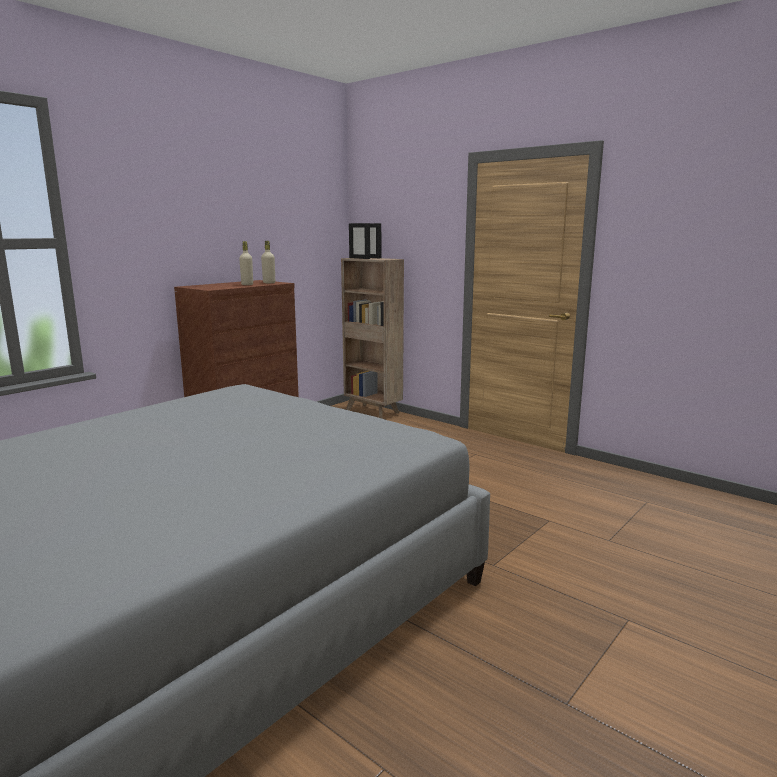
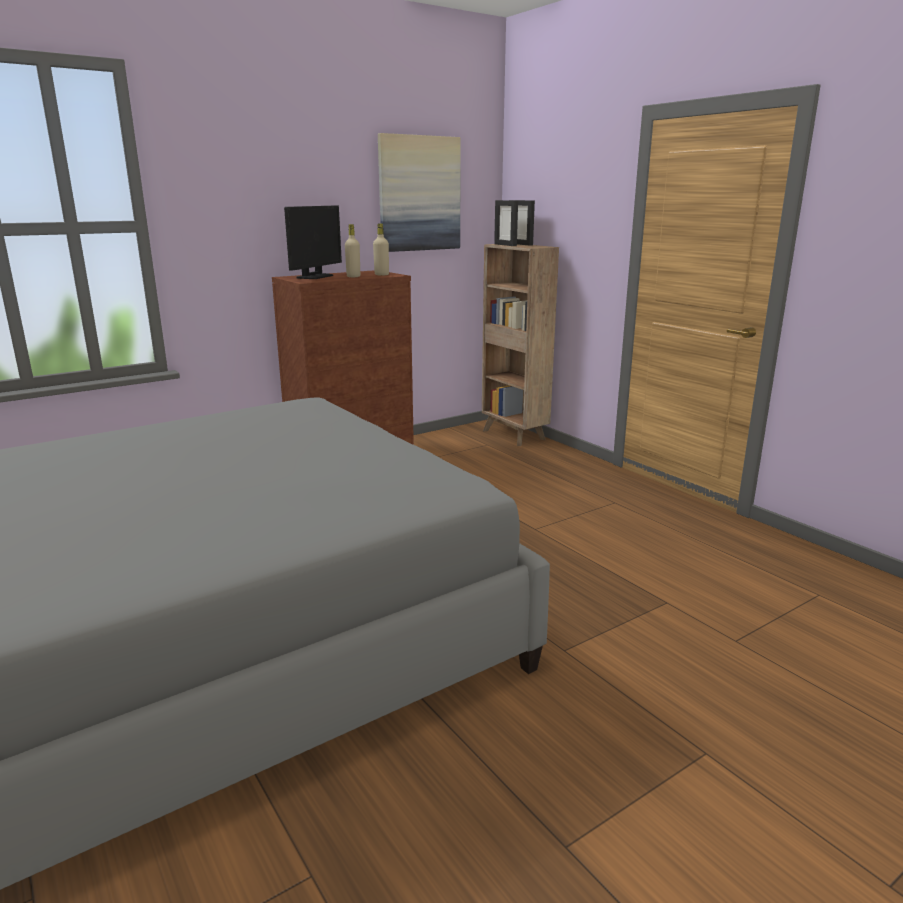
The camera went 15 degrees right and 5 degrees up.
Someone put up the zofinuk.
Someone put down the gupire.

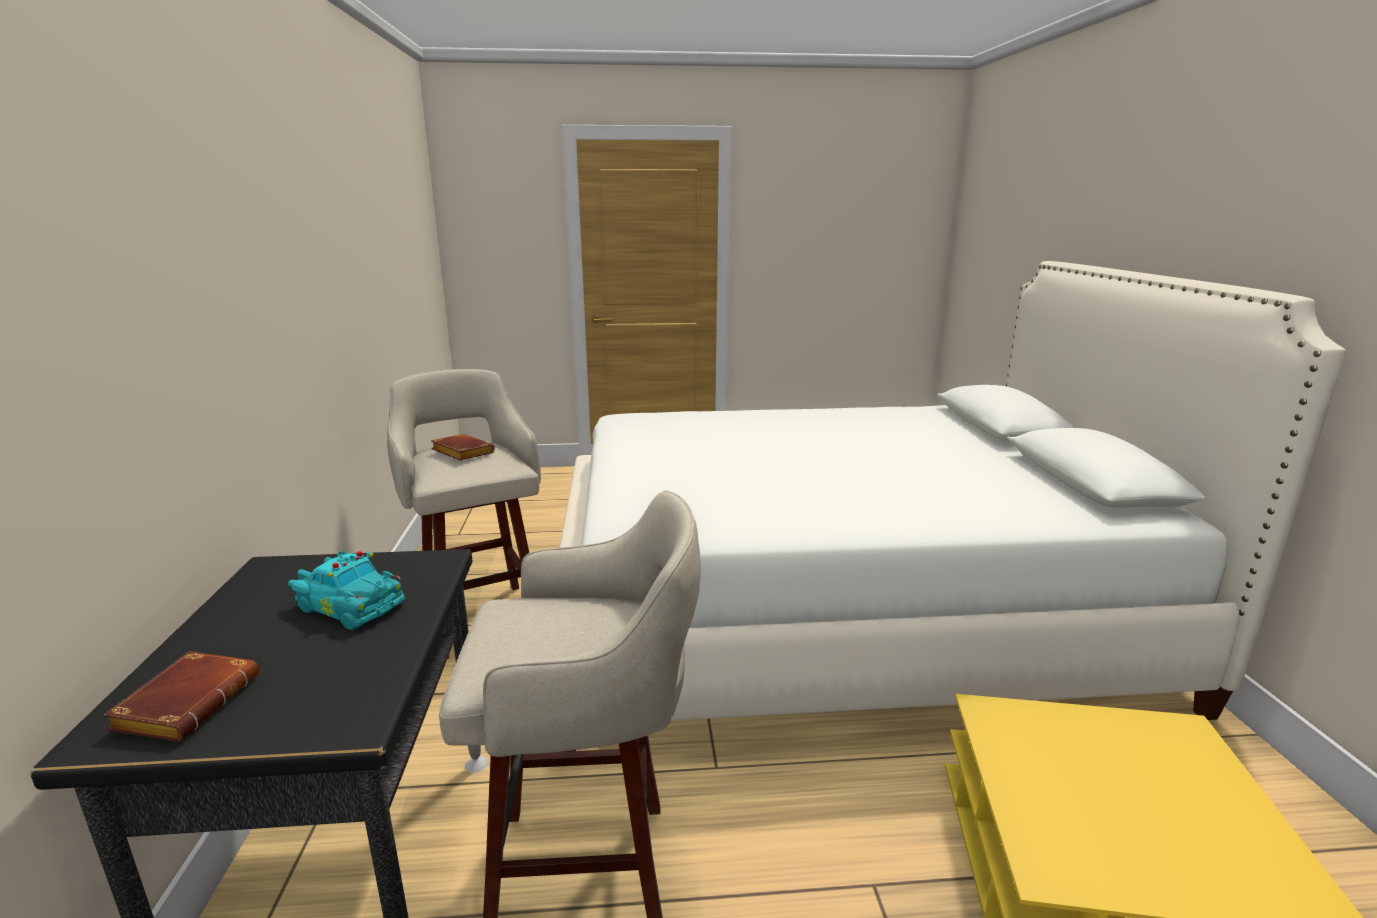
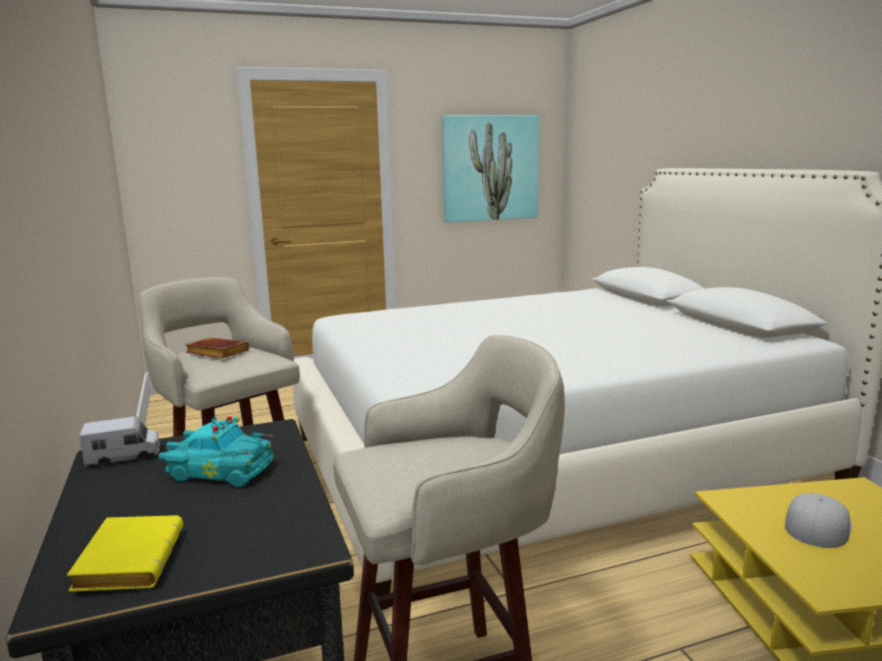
The camera went 15 degrees left and 5 degrees down.
Someone repainted the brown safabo (1st from left), which became the yellow safabo.
Someone put up the zofinuk.
Someone put down the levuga.
Someone put down the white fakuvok.

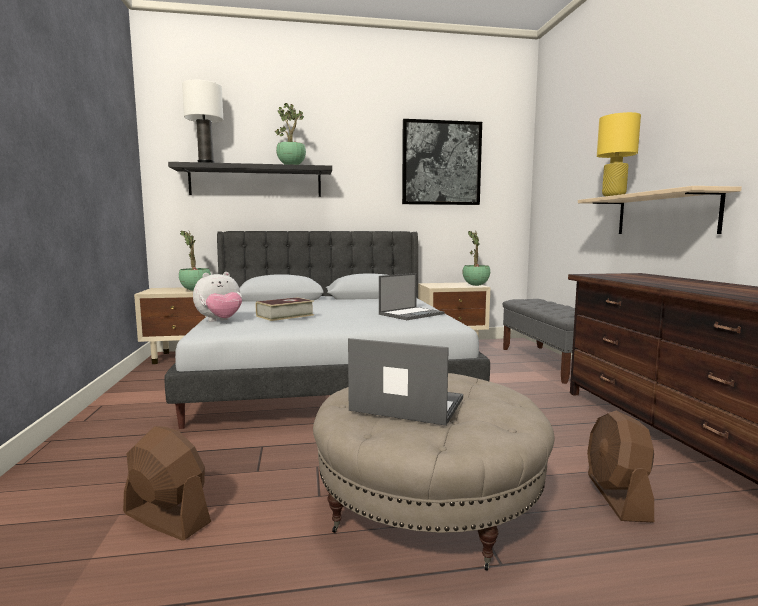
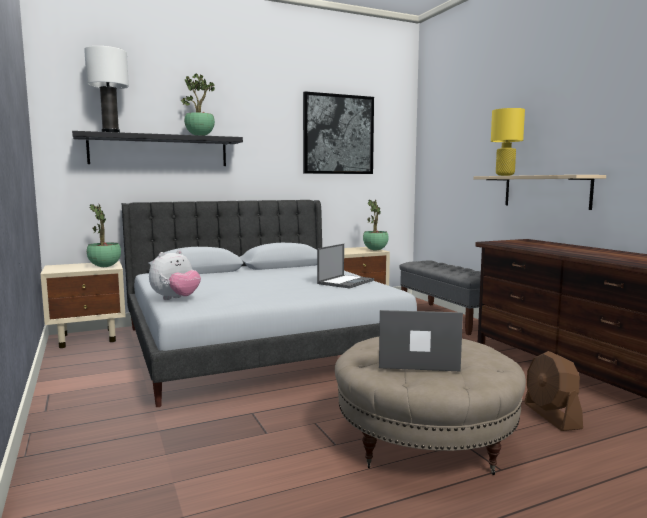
The camera went 15 degrees left and 0 degrees up.
Someone took away the safabo.
Someone took away the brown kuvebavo (1st from left).

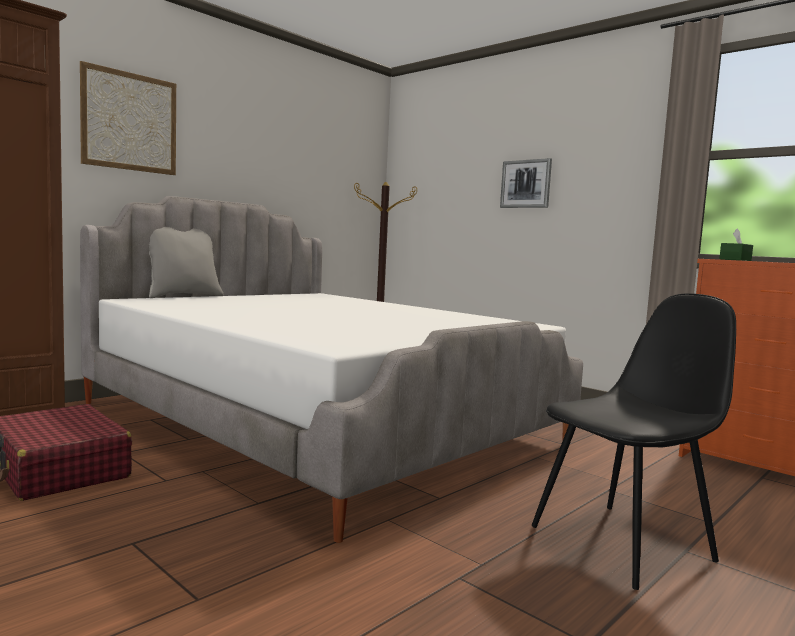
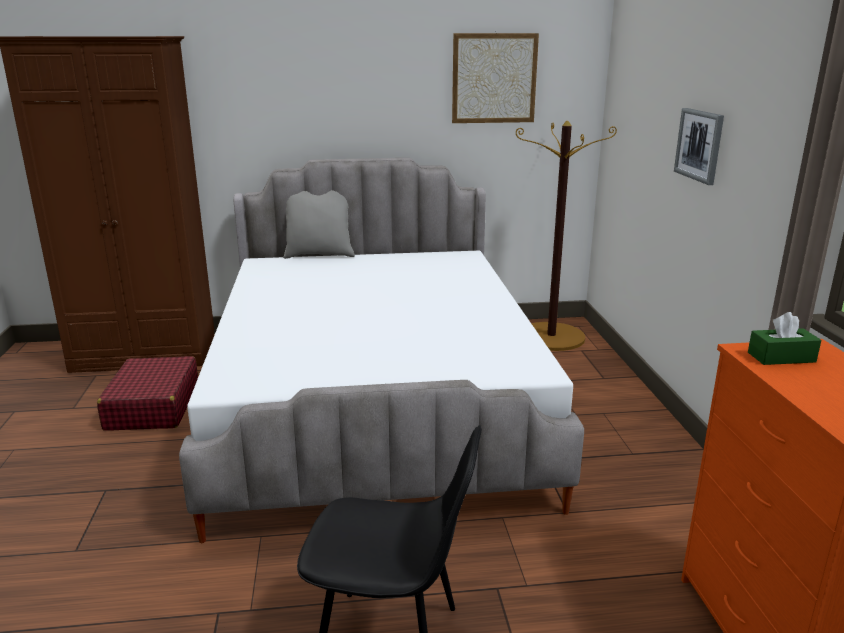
The camera went 40 degrees right and 15 degrees up.
Someone carried the zofinuk (1st from left).

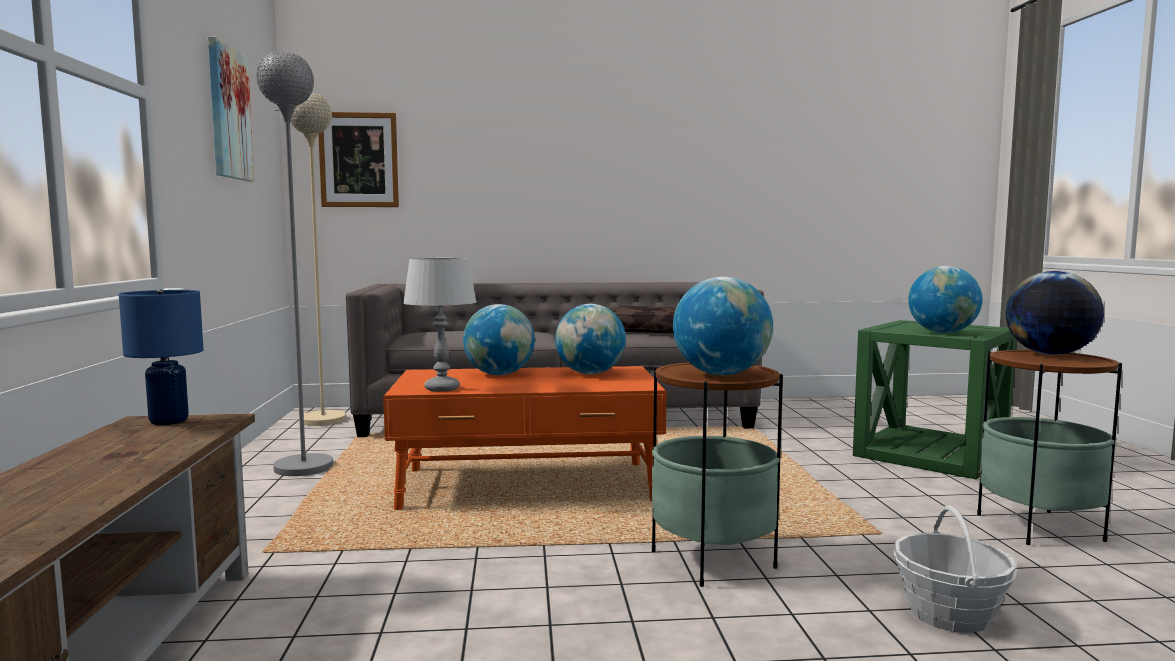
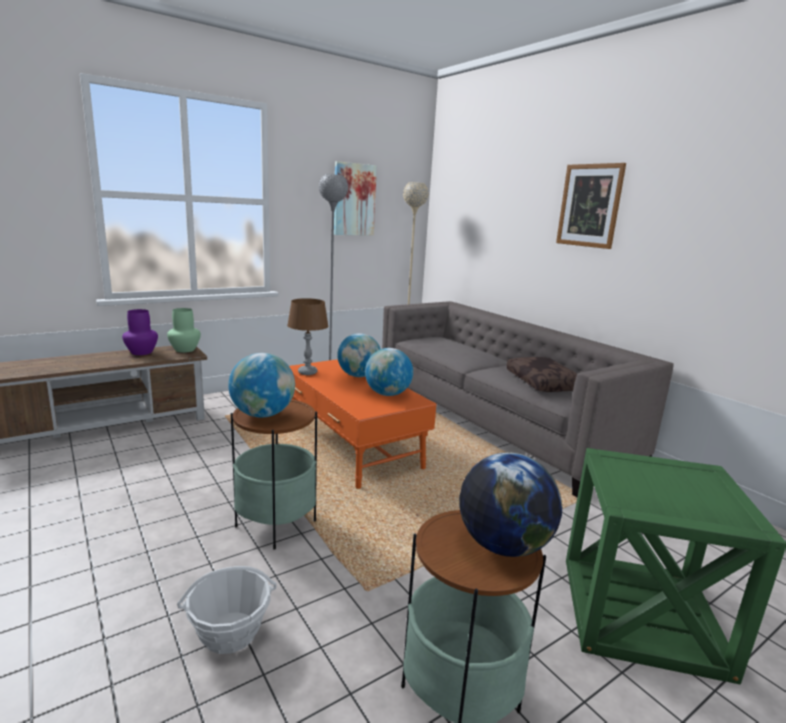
The camera went 60 degrees right and 10 degrees up.
Someone carried the zofinuk (2nd from left).
Someone repainted the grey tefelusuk, which became the brown tefelusuk.
Someone took away the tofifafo (4th from left).
Someone swapped the blue tefelusuk for the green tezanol.
Someone put down the purple tezanol.

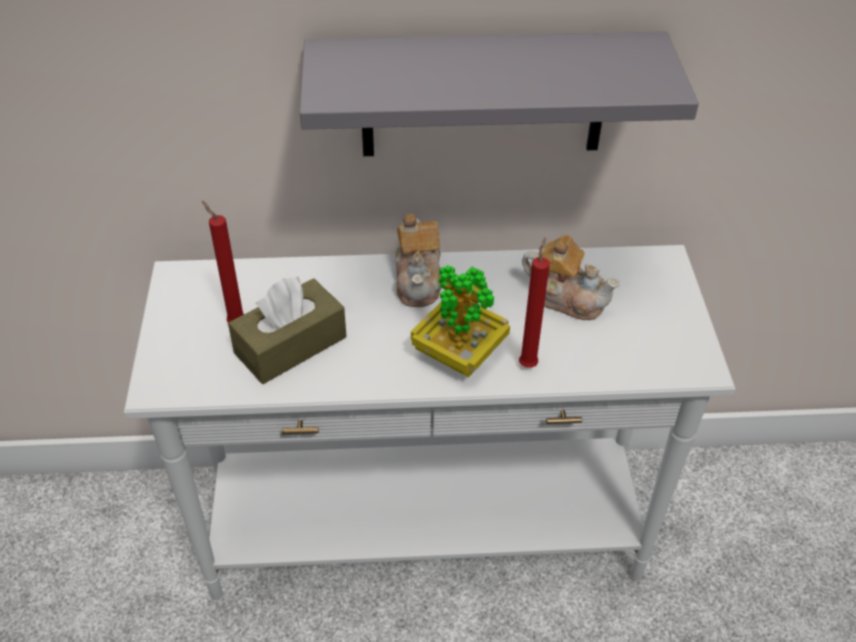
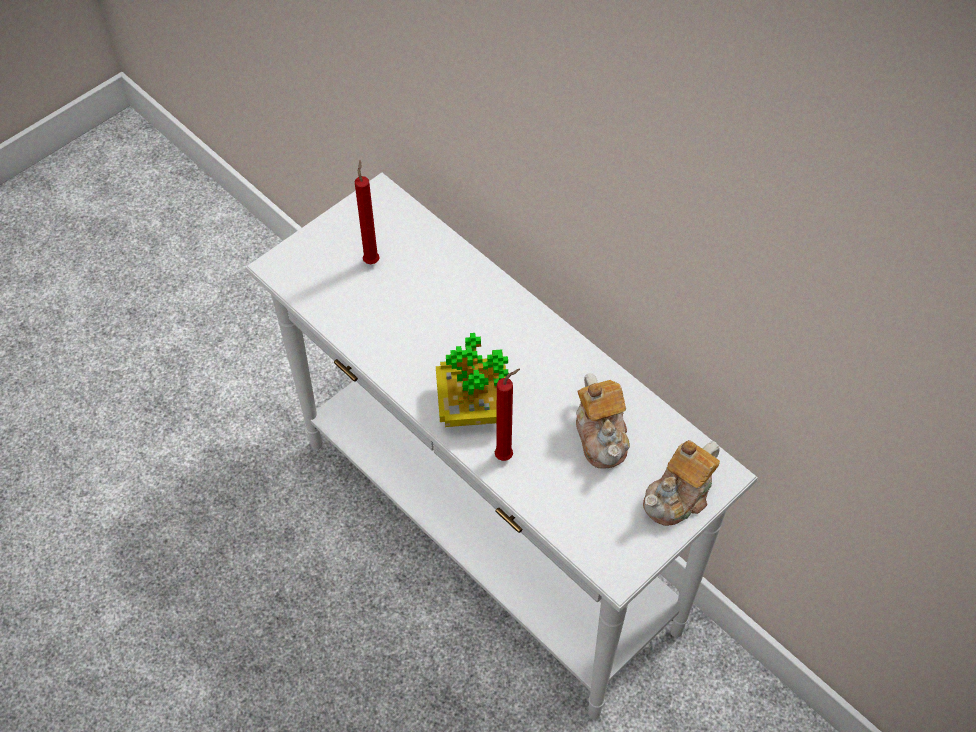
The camera went 50 degrees right and 10 degrees up.
Someone took away the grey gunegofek.
Someone carried the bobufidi (1st from left in the first image).
Someone took away the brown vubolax.

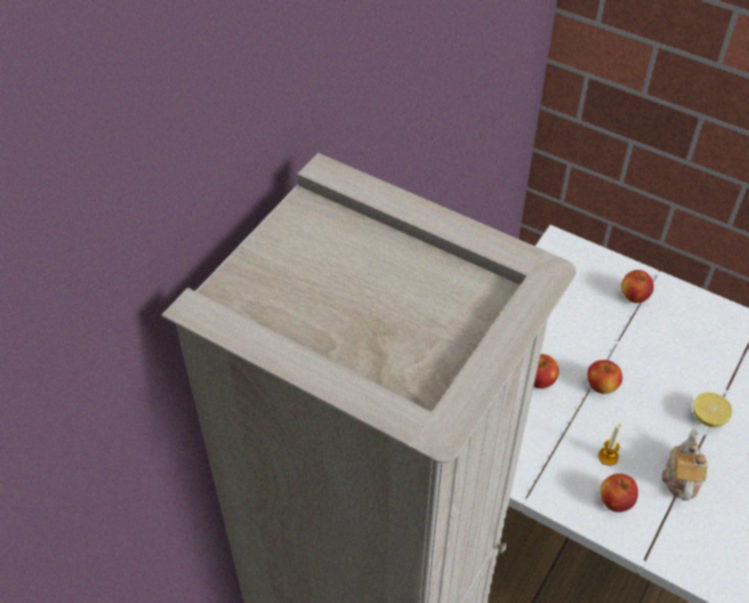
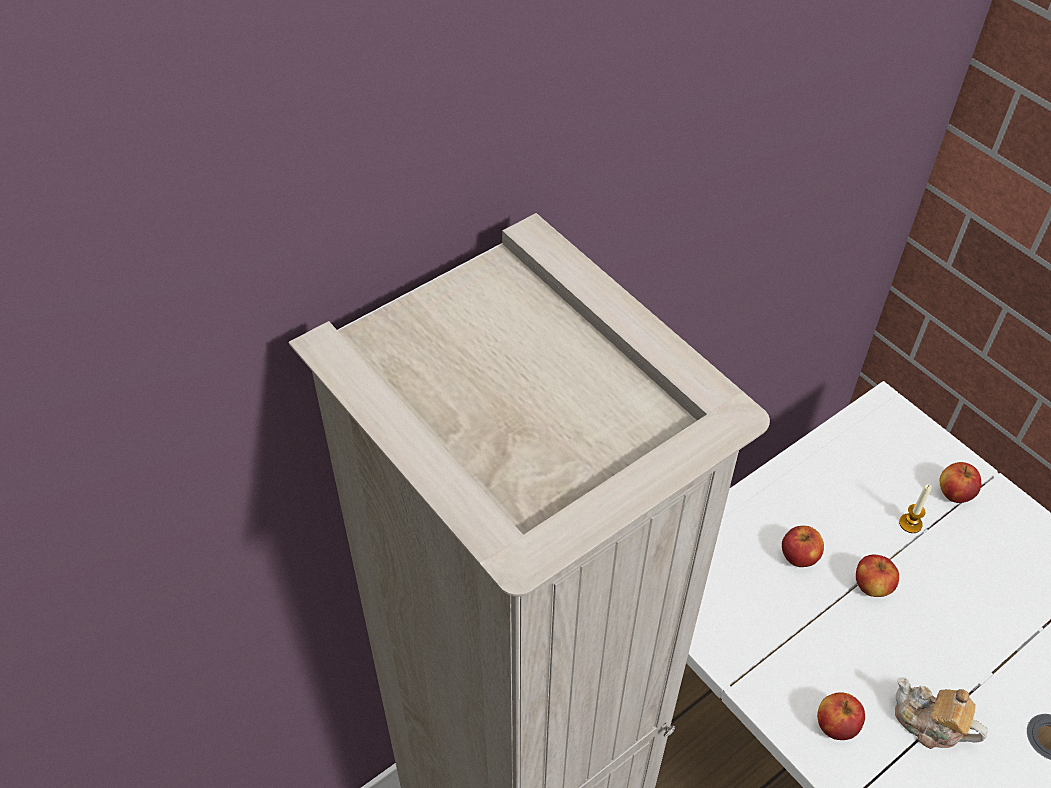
The camera went 20 degrees right and 0 degrees up.
Someone took away the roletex.
Someone carried the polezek.
Someone rotated the bobufidi by 90 degrees counterclockwise.

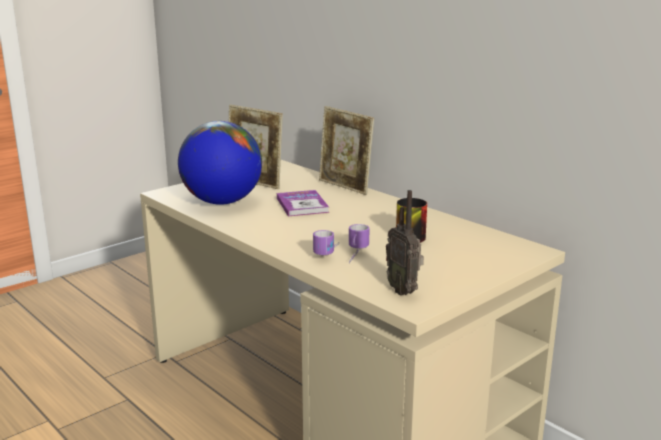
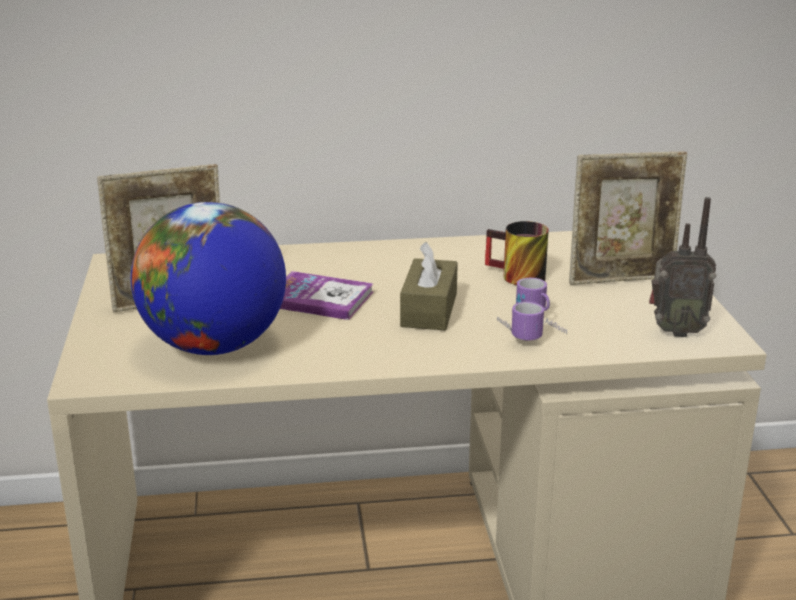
The camera went 55 degrees left and 5 degrees up.
Someone carried the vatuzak (2nd from left).
Someone put down the brown vubolax.

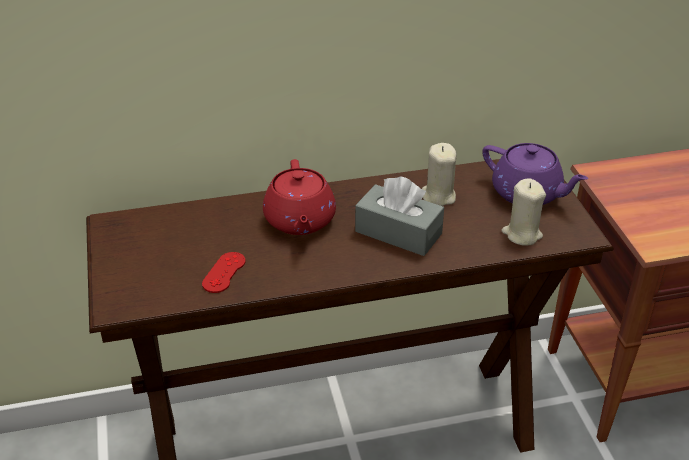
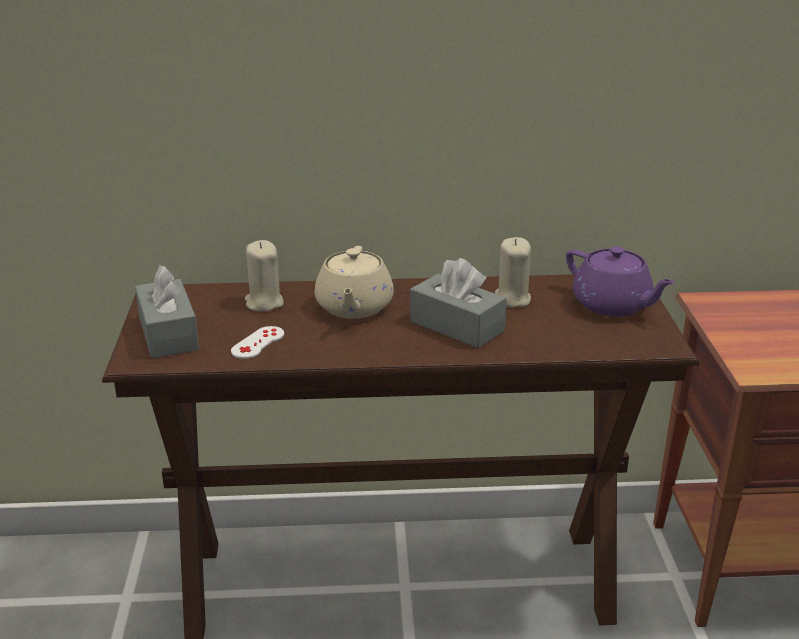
The camera went 10 degrees right and 10 degrees down.
Someone repainted the red bobufidi, which became the beige bobufidi.
Someone carried the beige polezek (2nd from left in the first image).
Someone repainted the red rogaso, which became the white rogaso.
Someone put down the grey vubolax (1st from left).

